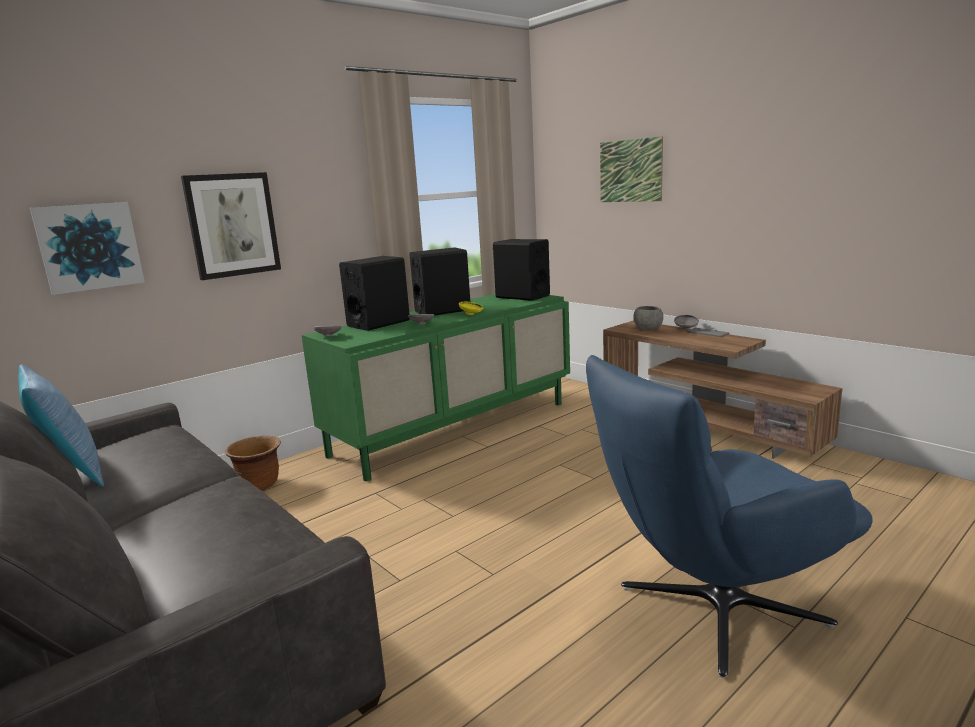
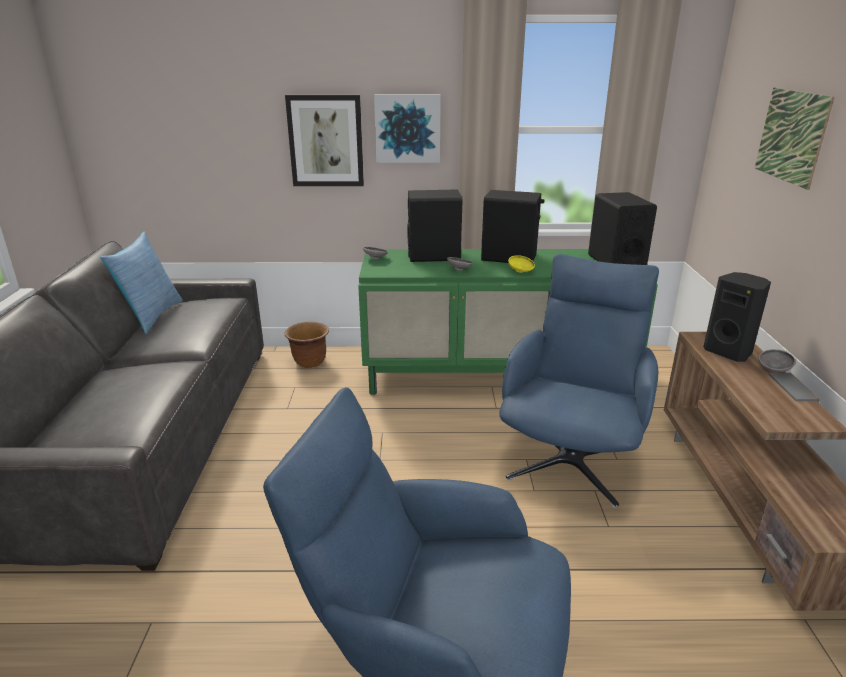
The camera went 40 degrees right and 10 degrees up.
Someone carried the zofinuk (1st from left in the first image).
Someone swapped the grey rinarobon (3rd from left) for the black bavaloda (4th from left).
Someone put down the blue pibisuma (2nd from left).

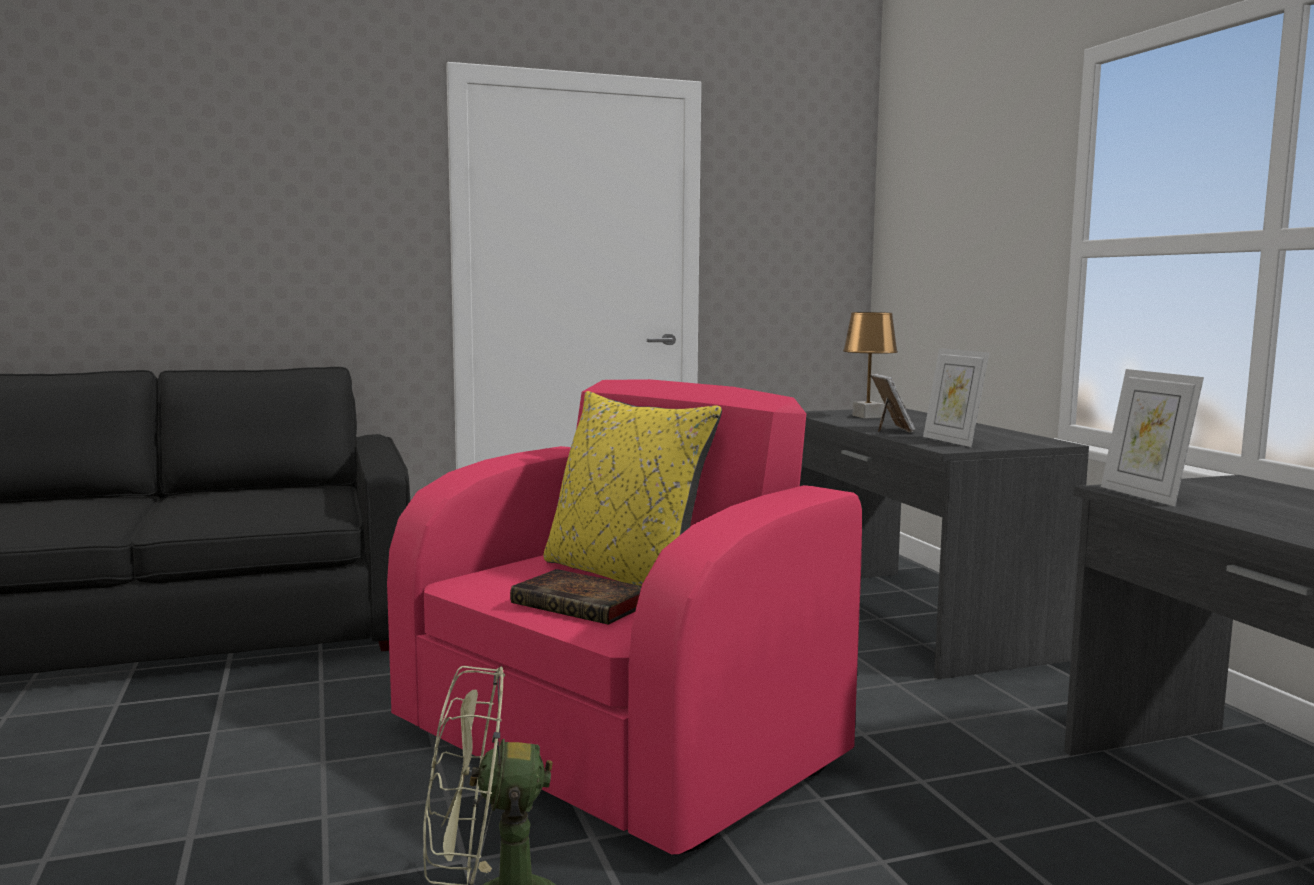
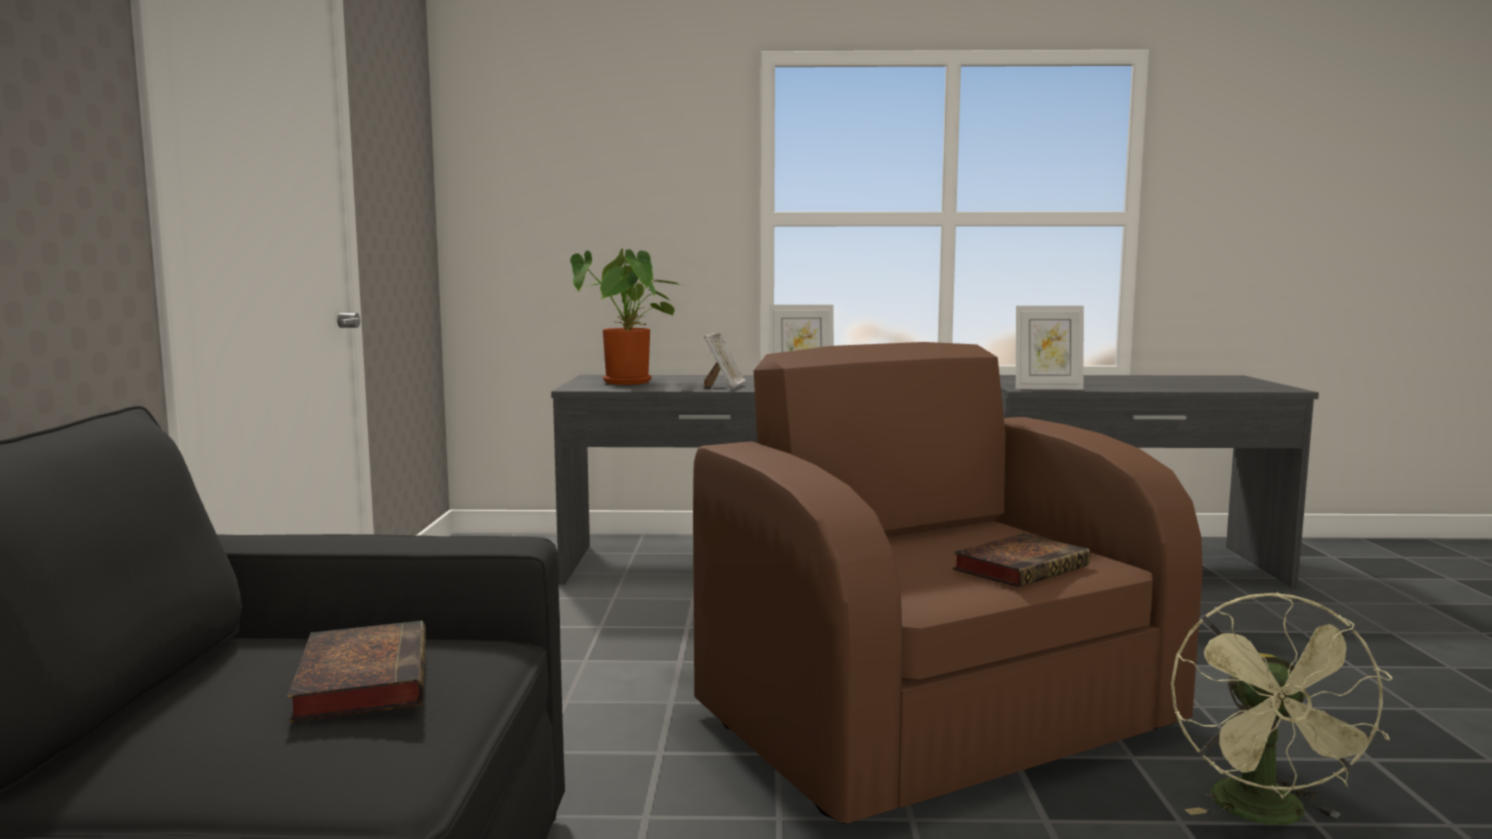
The camera went 70 degrees left and 0 degrees up.
Someone swapped the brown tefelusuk for the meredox.
Someone rotated the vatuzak (1st from left) by 90 degrees clockwise.
Someone repainted the pink pibisuma, which became the brown pibisuma.
Someone took away the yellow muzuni.
Someone put down the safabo (1st from left).

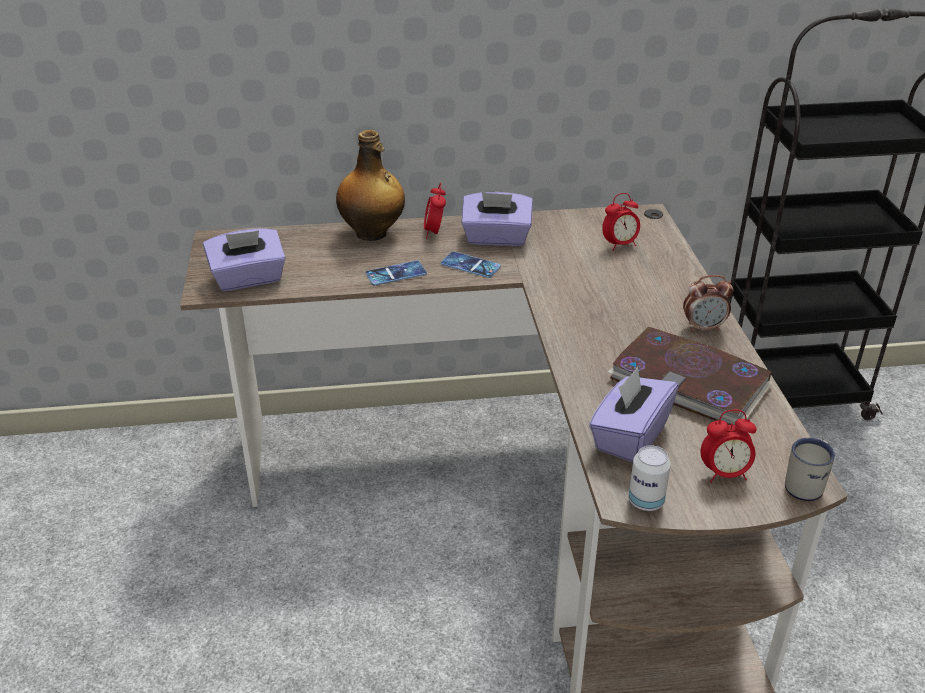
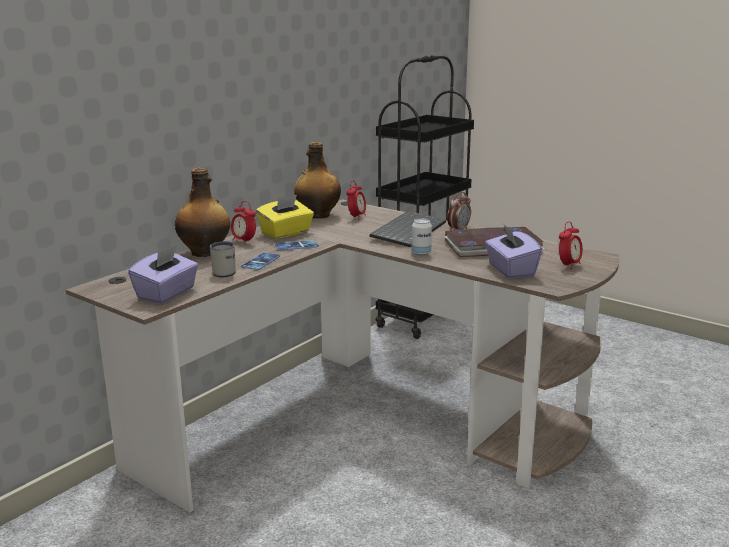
The camera went 45 degrees left and 15 degrees down.
Someone repainted the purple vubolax (2nd from left), which became the yellow vubolax.
Someone carried the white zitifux.
Someone carried the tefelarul.
Someone put down the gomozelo (2nd from left).
Someone put down the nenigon.

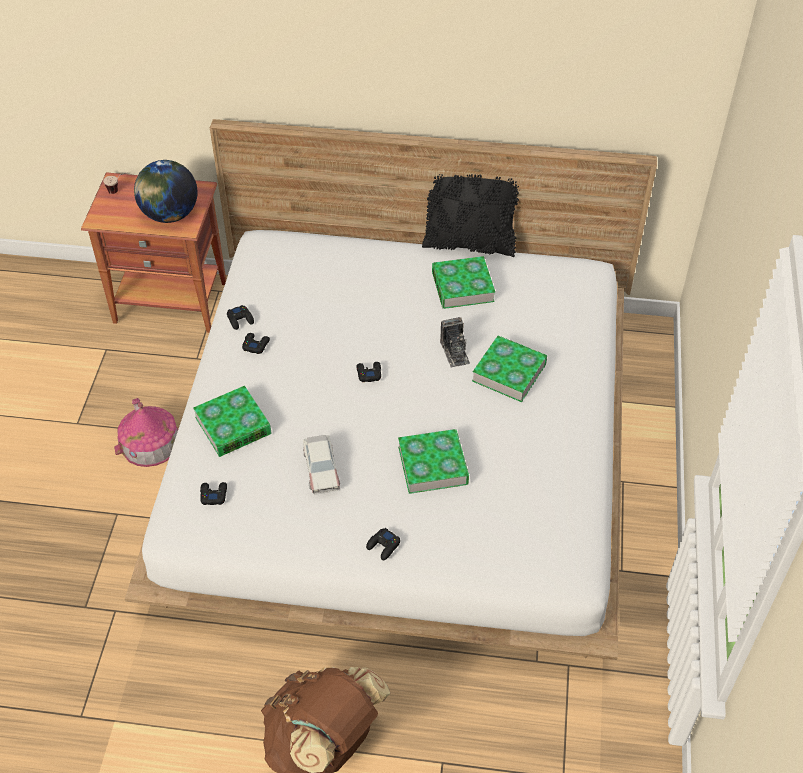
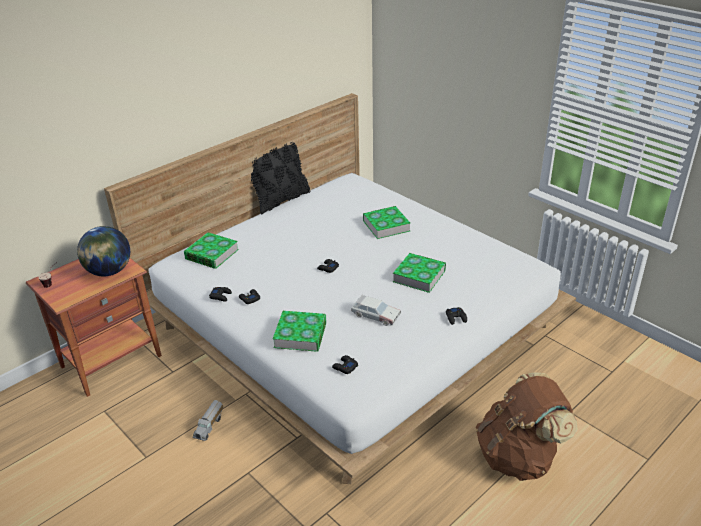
The camera went 50 degrees left and 15 degrees down.
Someone carried the safabo (3rd from left in the first image).
Someone took away the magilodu.
Someone swapped the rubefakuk for the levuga.

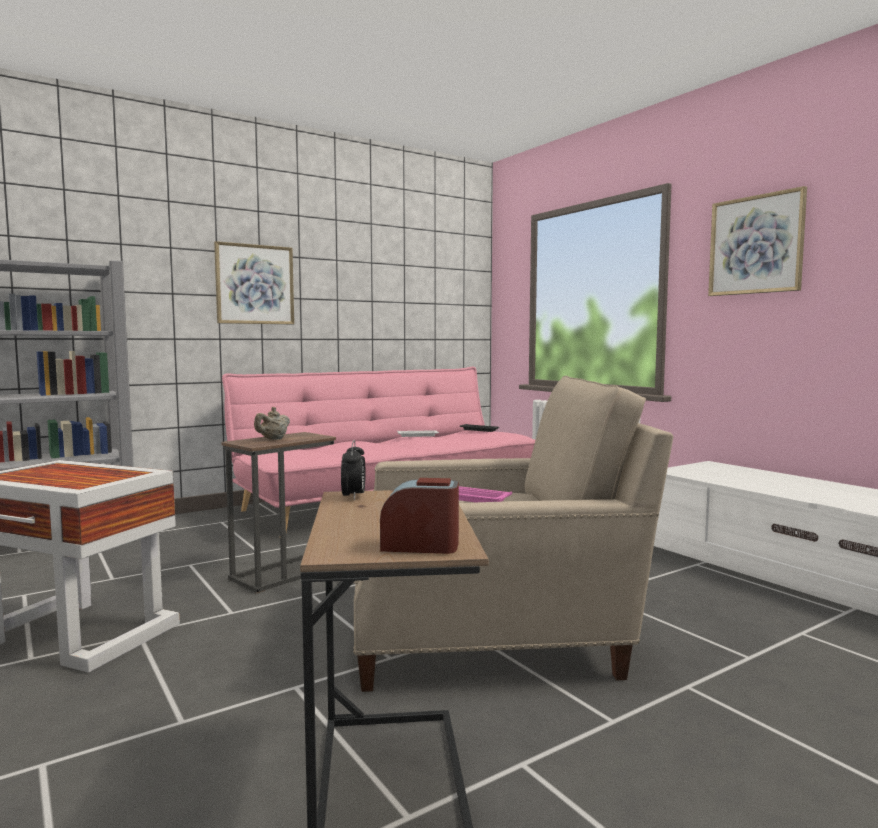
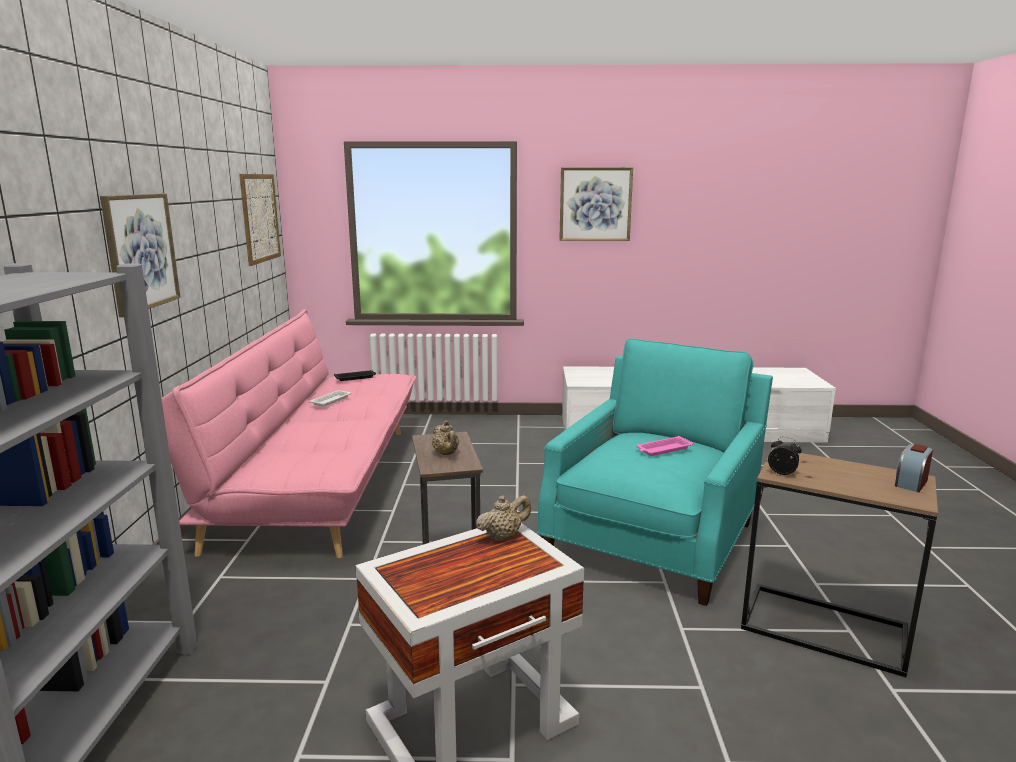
The camera went 55 degrees left and 10 degrees up.
Someone repainted the beige pibisuma, which became the turquoise pibisuma.
Someone put up the zofinuk (2nd from left).
Someone put down the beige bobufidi (2nd from left).

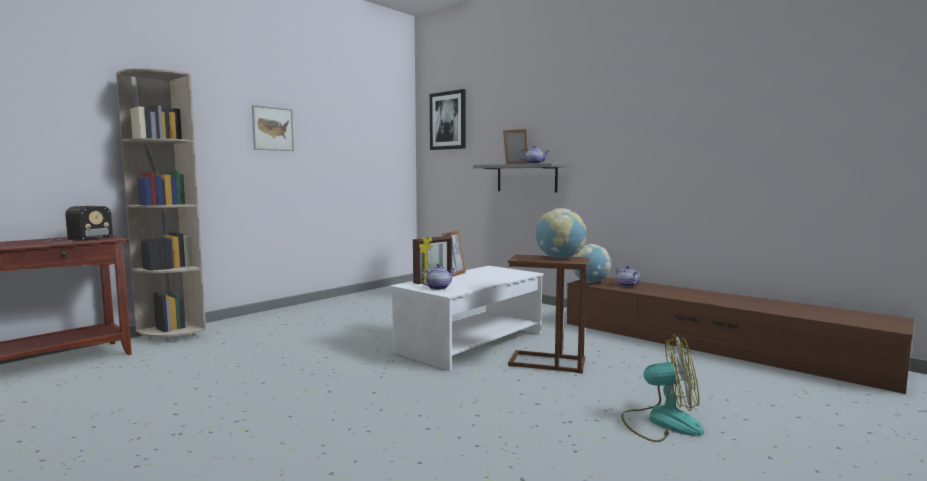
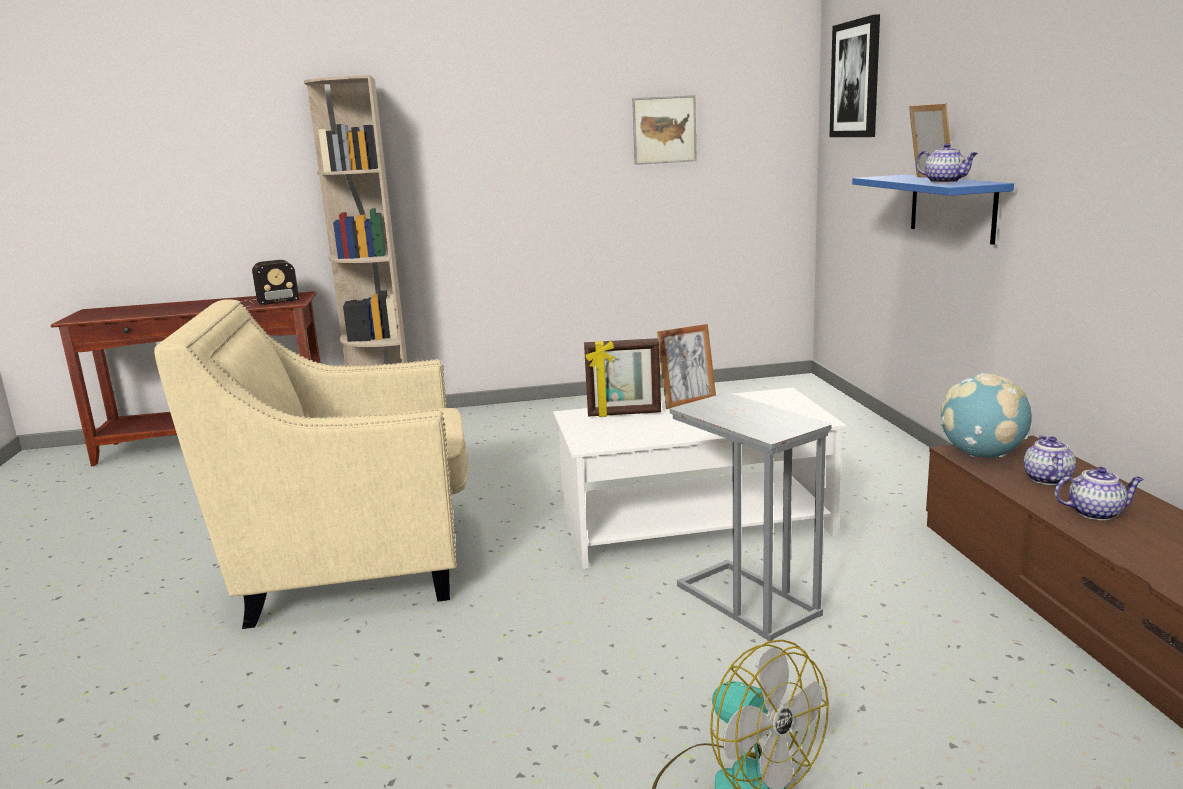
The camera went 40 degrees right and 10 degrees up.
Someone carried the zofinuk (1st from left).
Someone repainted the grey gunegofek, which became the blue gunegofek.
Someone took away the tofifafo (1st from left).
Someone repainted the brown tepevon, which became the grey tepevon.
Someone carried the bobufidi (1st from left in the first image).
Someone put down the beige pibisuma.

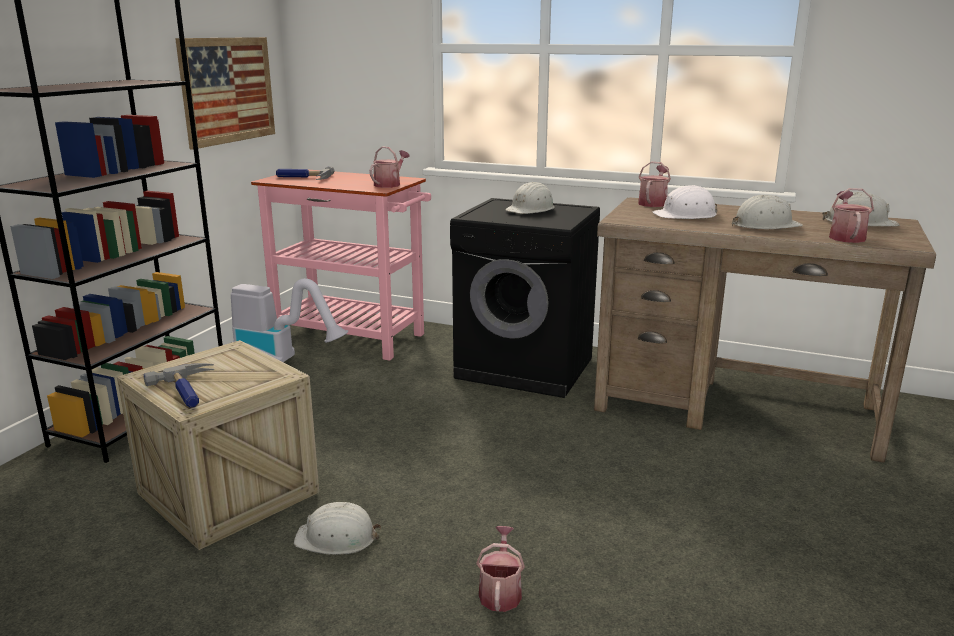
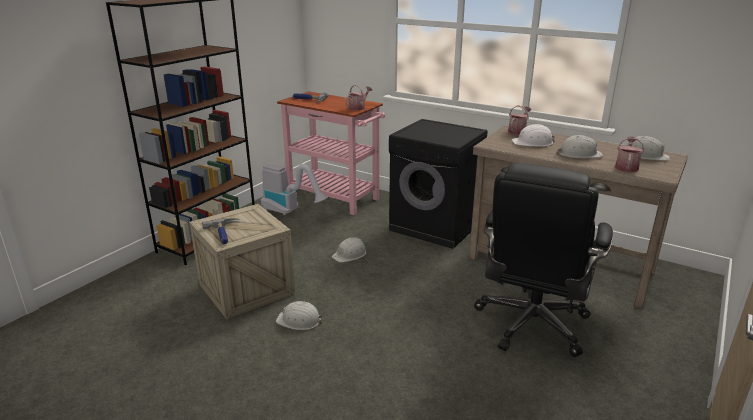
The camera went 10 degrees right and 5 degrees up.
Someone took away the zofinuk.
Someone carried the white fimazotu (2nd from left).
Someone took away the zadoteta (2nd from left).
Someone put down the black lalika.

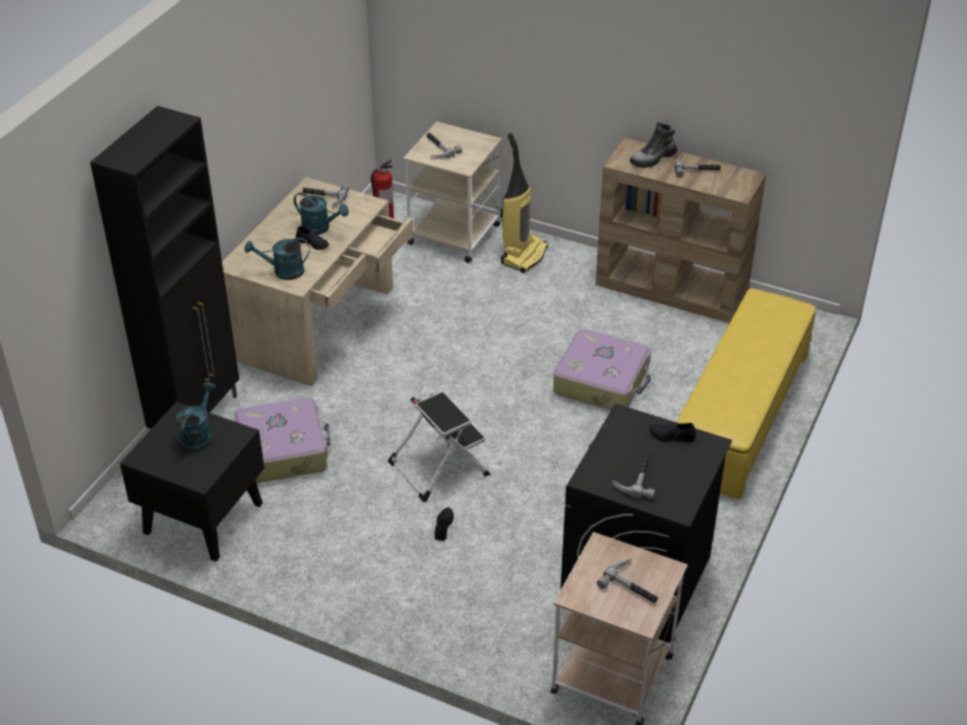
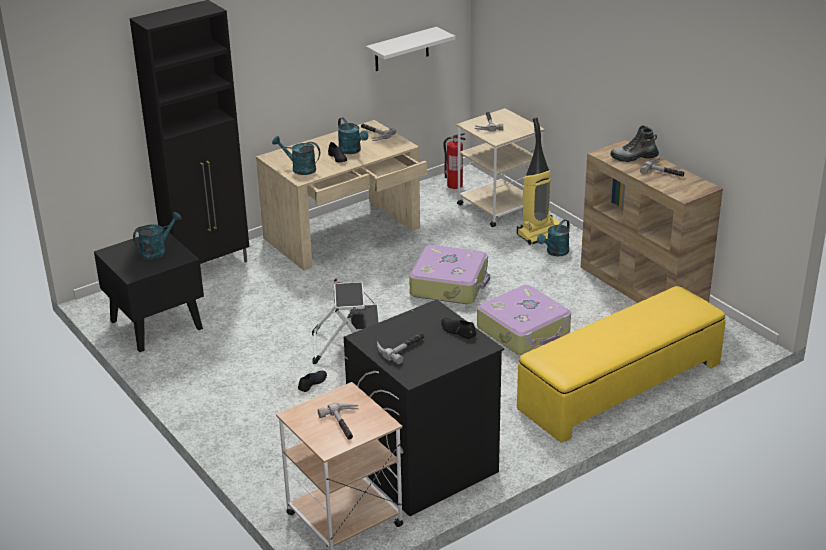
The camera went 30 degrees right and 10 degrees down.
Someone carried the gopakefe (1st from left).
Someone put up the white gunegofek.
Someone put down the turquoise zadoteta (4th from left).

